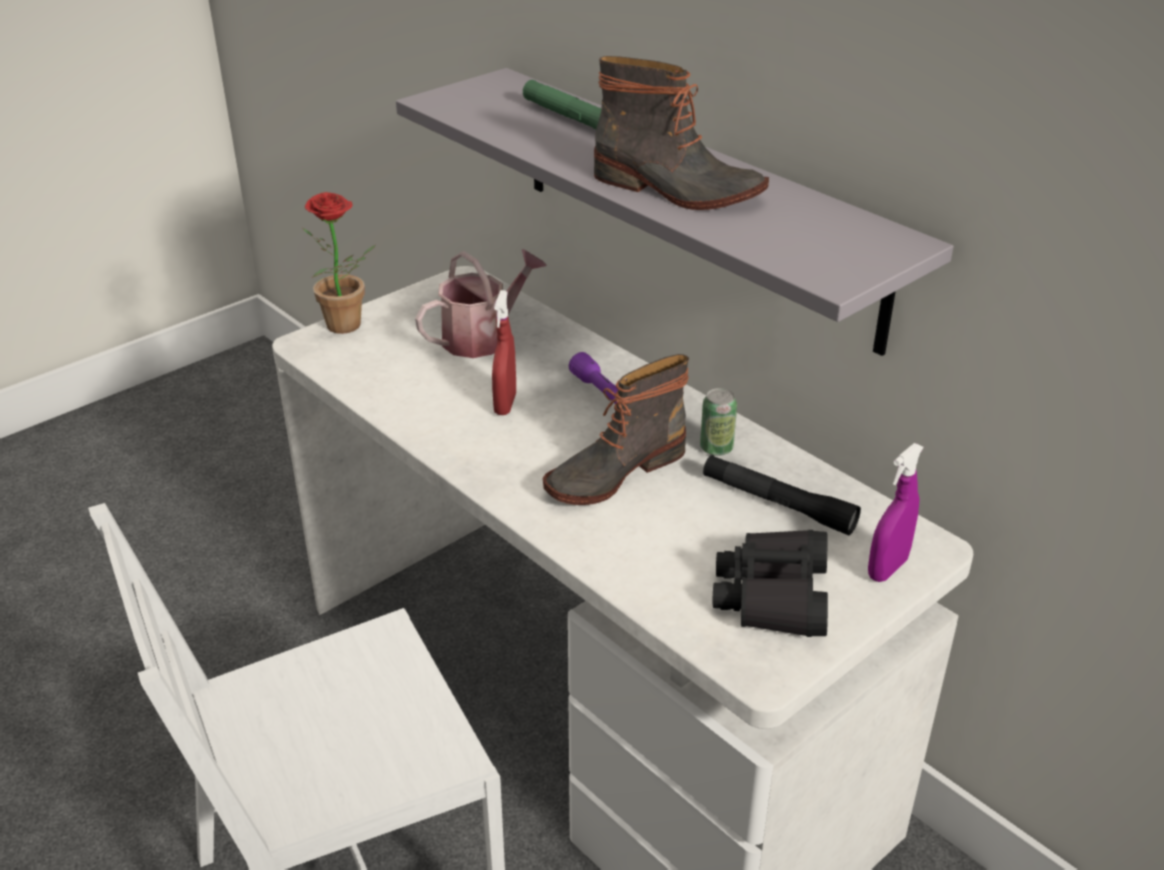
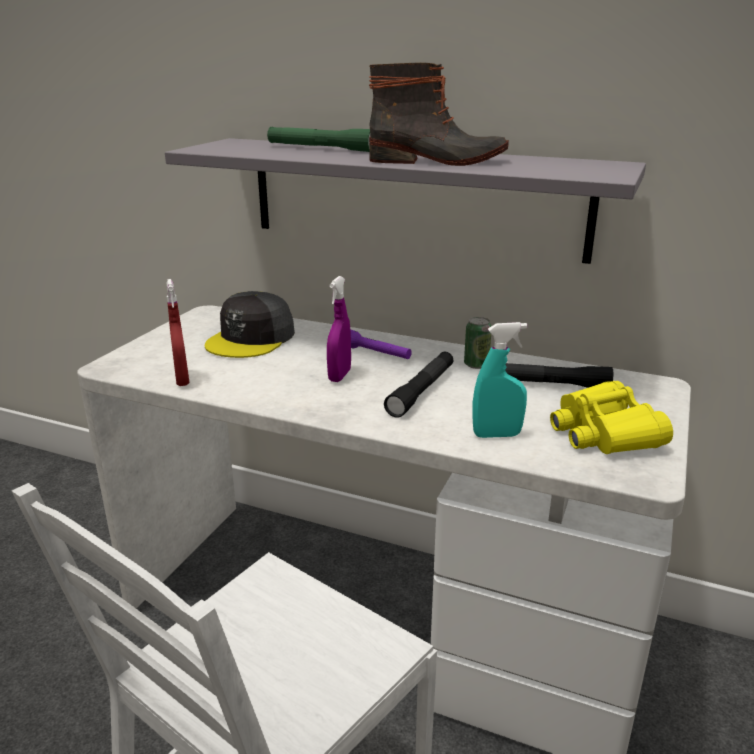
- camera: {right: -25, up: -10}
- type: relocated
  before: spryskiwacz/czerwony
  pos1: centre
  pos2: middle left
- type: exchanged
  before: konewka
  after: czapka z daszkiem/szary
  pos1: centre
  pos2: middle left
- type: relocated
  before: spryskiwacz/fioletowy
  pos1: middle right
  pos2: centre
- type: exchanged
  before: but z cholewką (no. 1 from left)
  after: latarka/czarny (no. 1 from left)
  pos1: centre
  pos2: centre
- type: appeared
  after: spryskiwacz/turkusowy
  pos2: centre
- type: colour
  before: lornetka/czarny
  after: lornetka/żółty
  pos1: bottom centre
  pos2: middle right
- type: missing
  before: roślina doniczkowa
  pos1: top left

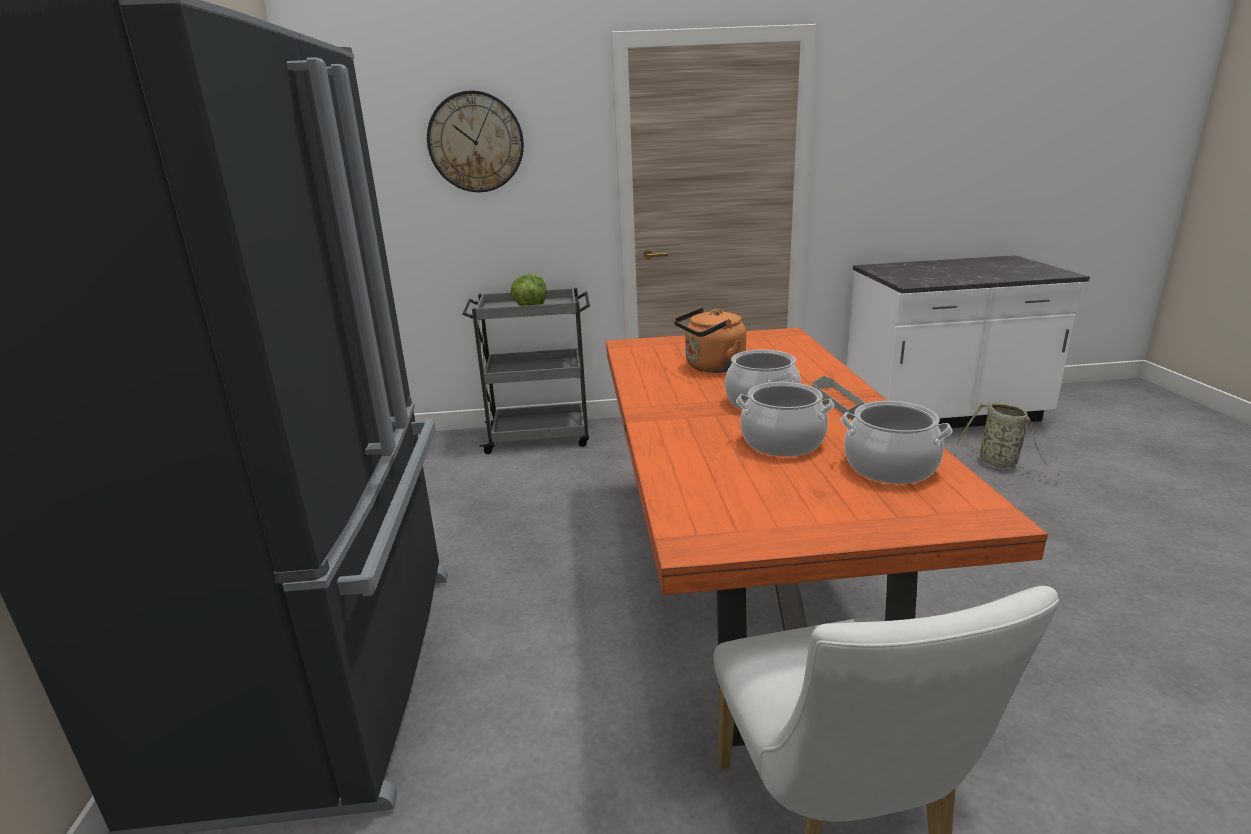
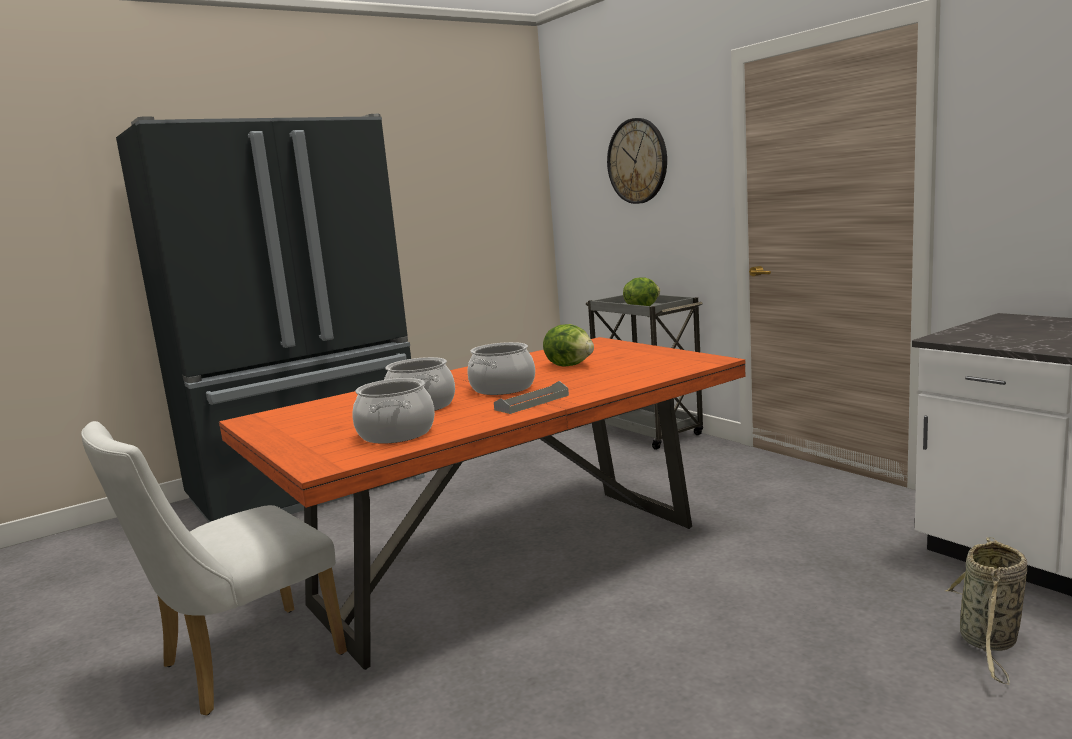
- camera: {right: 60, up: -10}
- type: exchanged
  before: czajnik/pomarańczowy
  after: sałata (no. 1 from left)
  pos1: centre
  pos2: centre

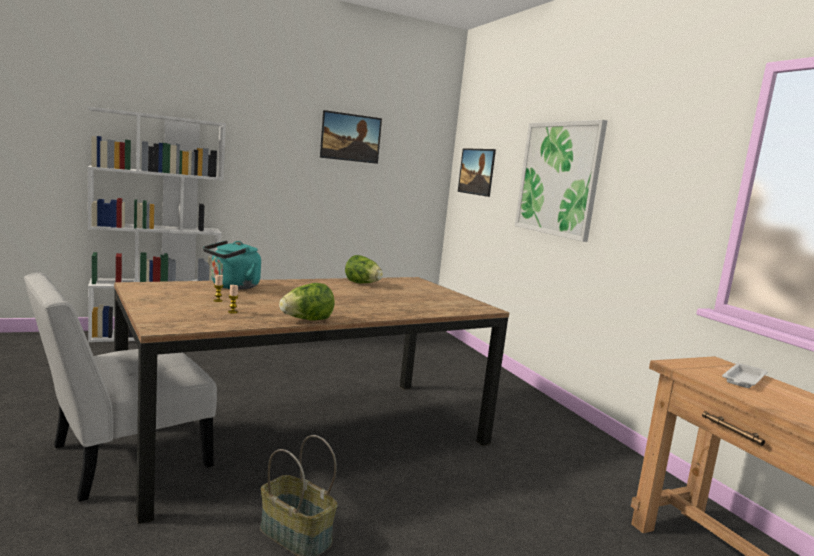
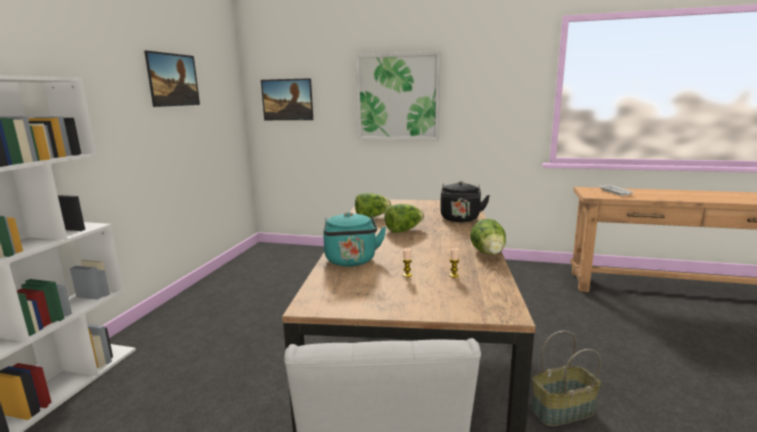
- camera: {right: -50, up: 5}
- type: appeared
  after: sałata (no. 2 from left)
  pos2: centre
- type: appeared
  after: czajnik/czarny
  pos2: centre

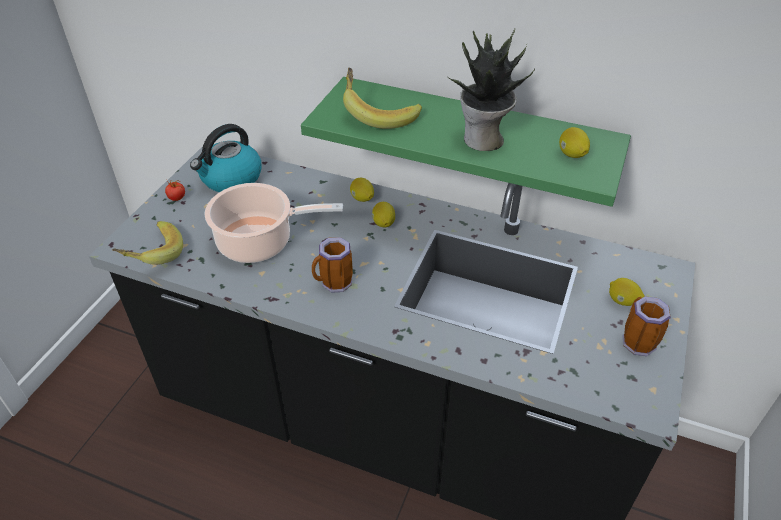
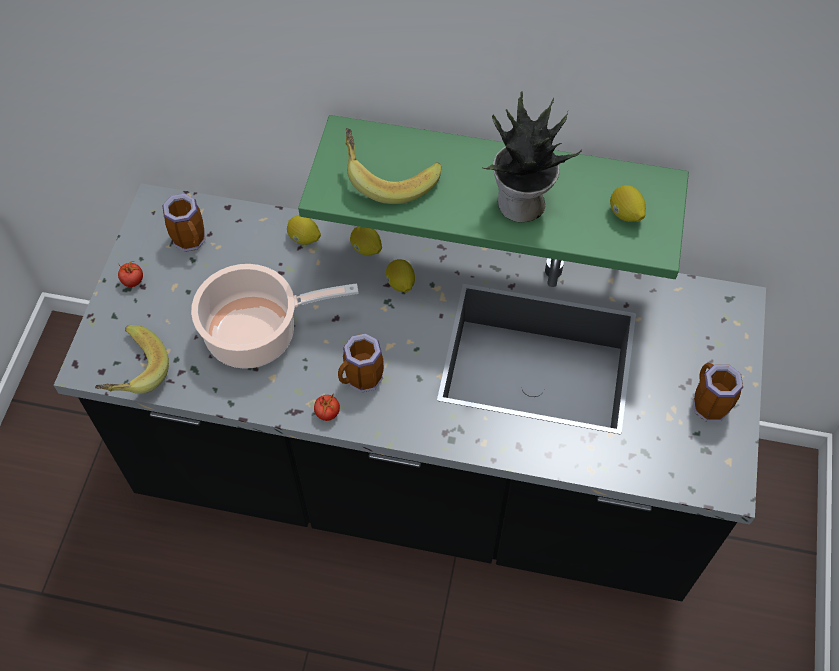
- camera: {right: -10, up: 15}
- type: exchanged
  before: czajnik
  after: kubek (no. 1 from left)
  pos1: top left
  pos2: top left
- type: relocated
  before: cytryna (no. 4 from left in the first image)
  after: cytryna (no. 1 from left)
  pos1: middle right
  pos2: centre
- type: appeared
  after: pomidor (no. 2 from left)
  pos2: centre

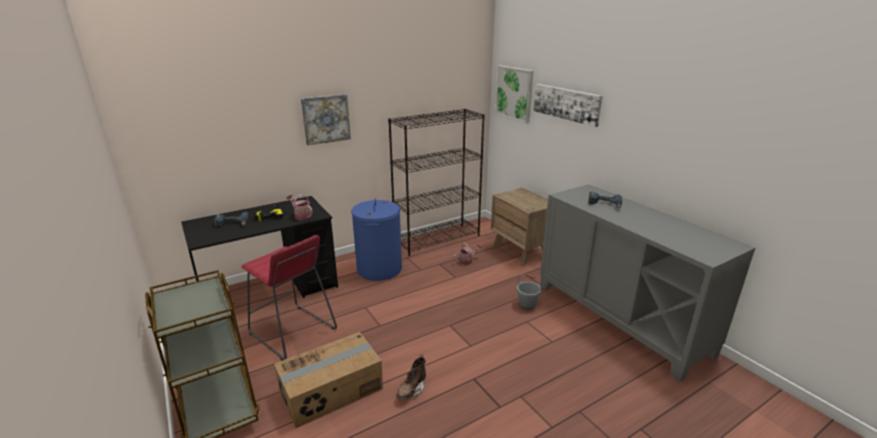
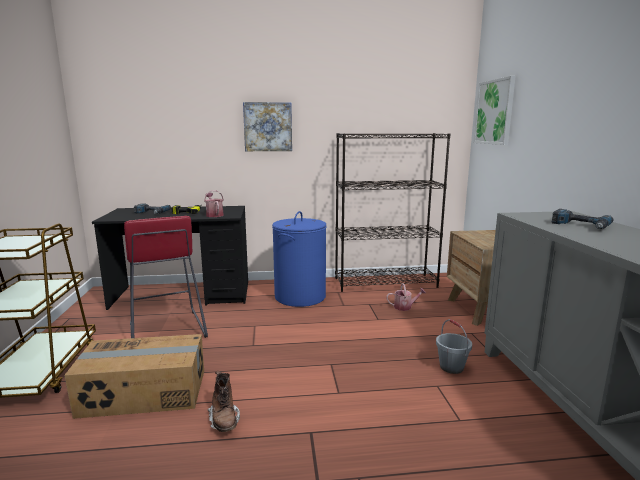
- camera: {right: 25, up: -10}
- type: spun
  before: but z cholewką/brązowy
  pos1: bottom centre
  pos2: bottom centre
  turn: -75
- type: missing
  before: obraz (no. 3 from left)
  pos1: top centre

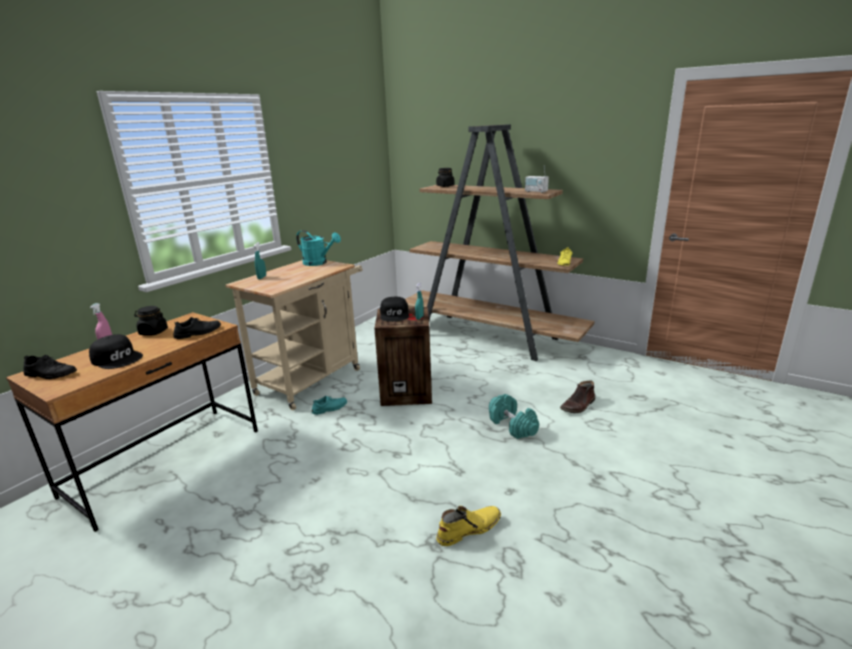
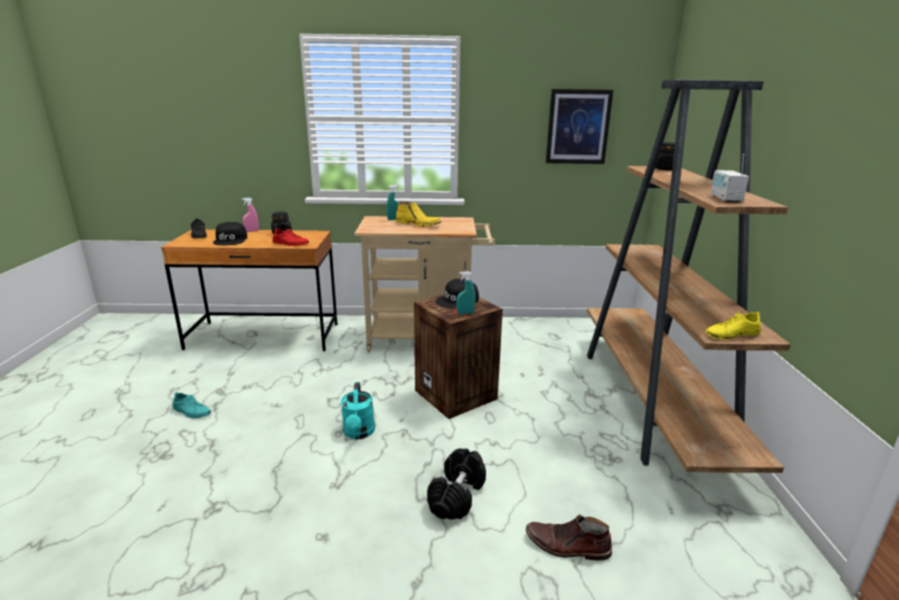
- camera: {right: 55, up: 0}
- type: relocated
  before: but/turkusowy
  pos1: centre
  pos2: bottom left
- type: colour
  before: but/czarny (no. 2 from left)
  after: but/czerwony
  pos1: middle left
  pos2: middle left
- type: relocated
  before: konewka/turkusowy
  pos1: centre
  pos2: bottom centre
- type: relocated
  before: but z cholewką/żółty
  pos1: bottom centre
  pos2: centre
- type: colour
  before: hantel/turkusowy
  after: hantel/czarny
  pos1: centre
  pos2: bottom centre
- type: appeared
  after: obraz
  pos2: top centre

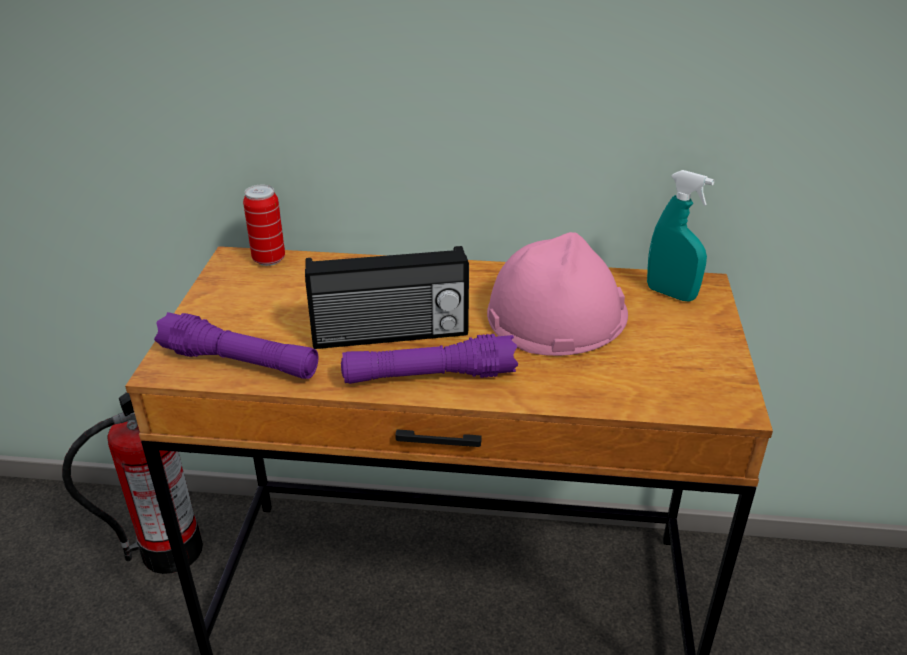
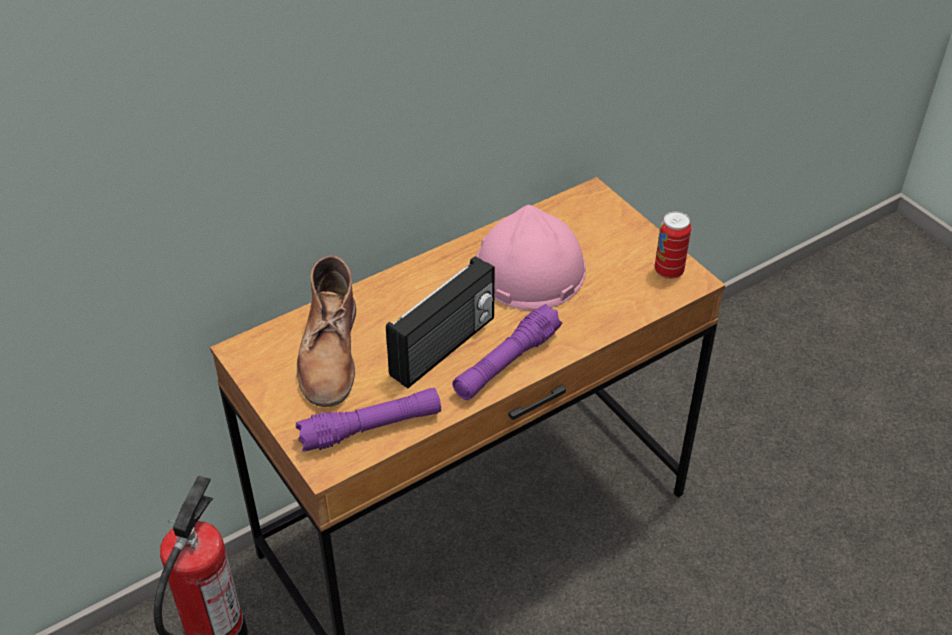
- camera: {right: -40, up: 10}
- type: appeared
  after: but z cholewką/brązowy
  pos2: centre
- type: relocated
  before: puszka
  pos1: middle left
  pos2: middle right
- type: missing
  before: spryskiwacz/turkusowy
  pos1: middle right

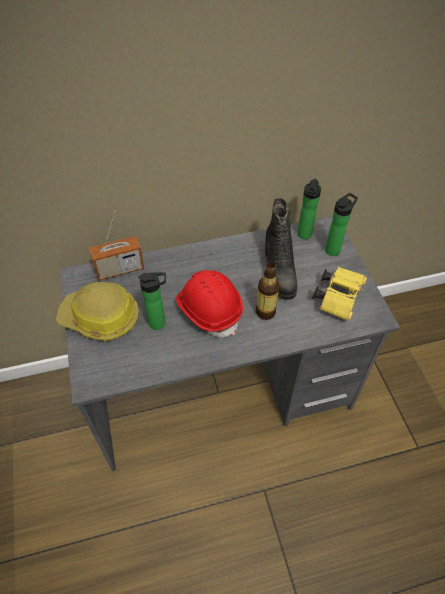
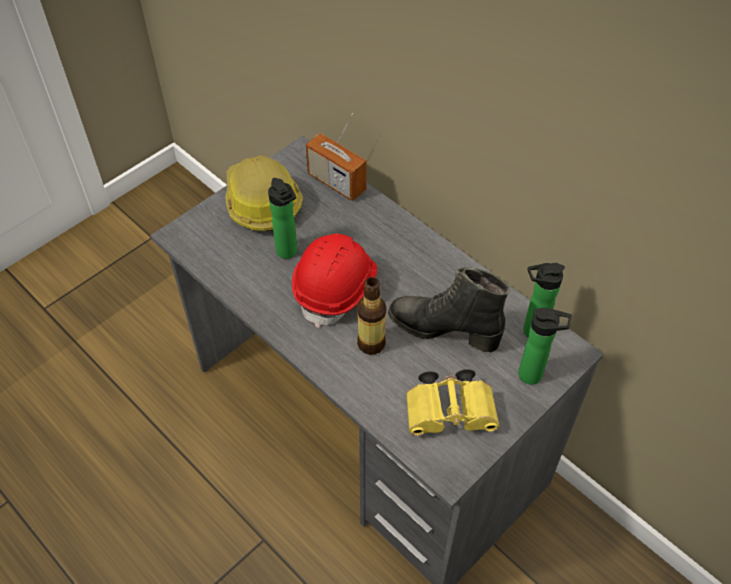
- camera: {right: 60, up: 0}
- type: spun
  before: but z cholewką/czarny
  pos1: centre
  pos2: centre
  turn: 60

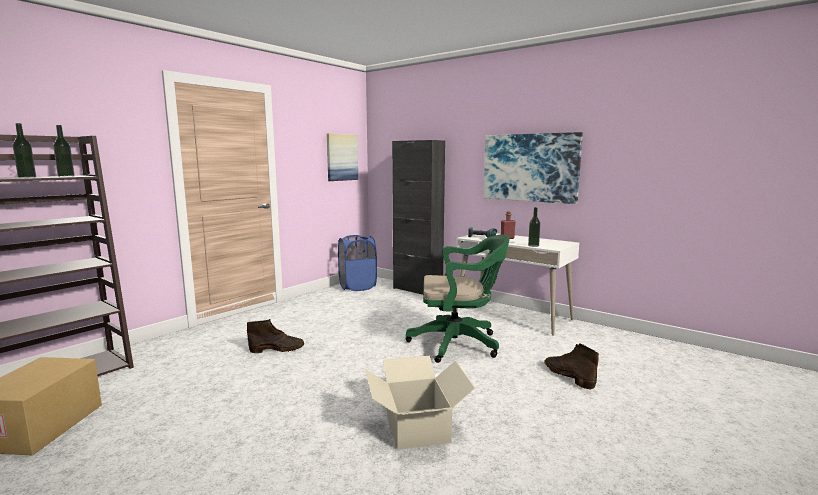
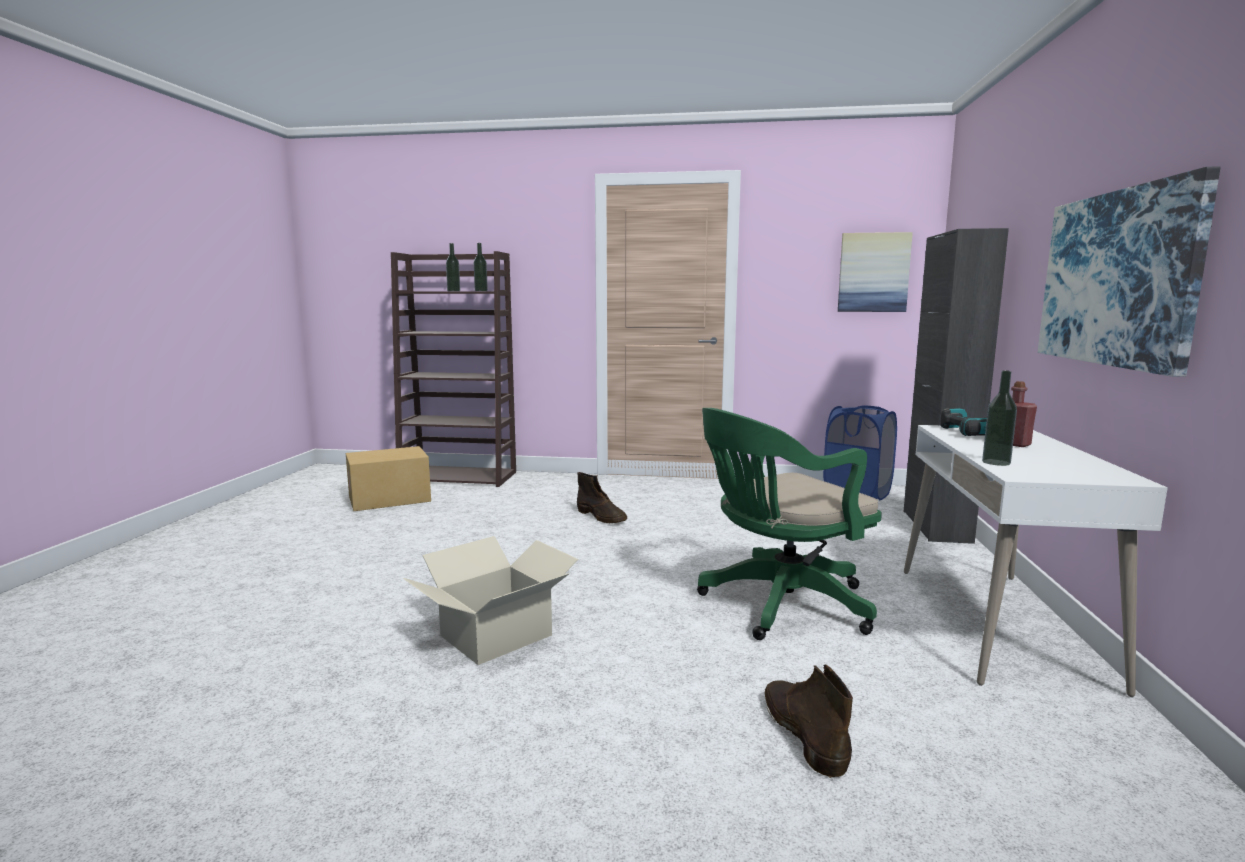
- camera: {right: 60, up: 0}
- type: spun
  before: krzesło biurowe/zielony
  pos1: centre
  pos2: centre
  turn: 90
- type: spun
  before: but z cholewką/brązowy (no. 2 from left)
  pos1: bottom right
  pos2: bottom centre
  turn: -45

